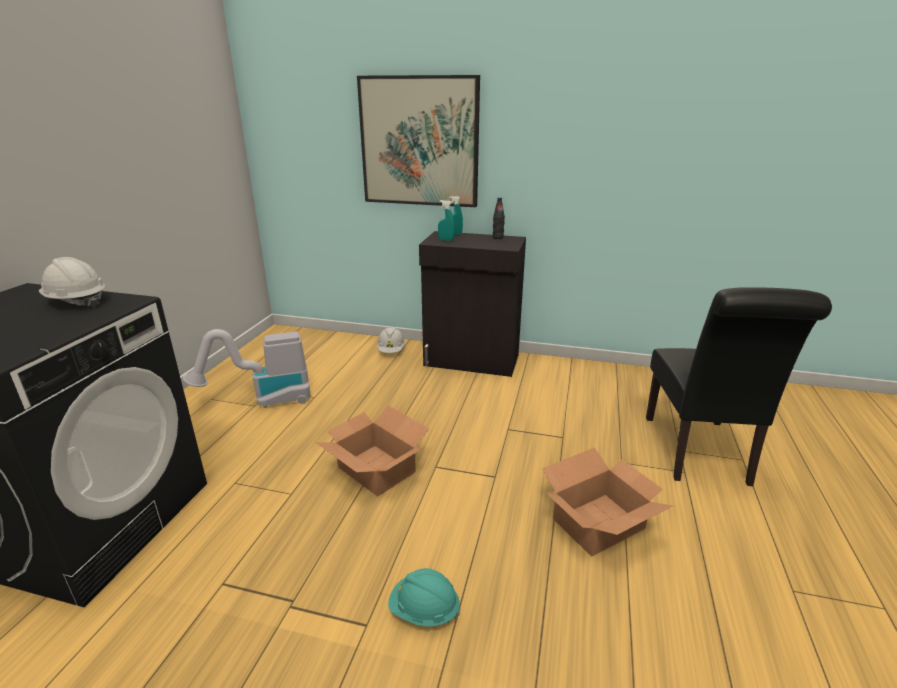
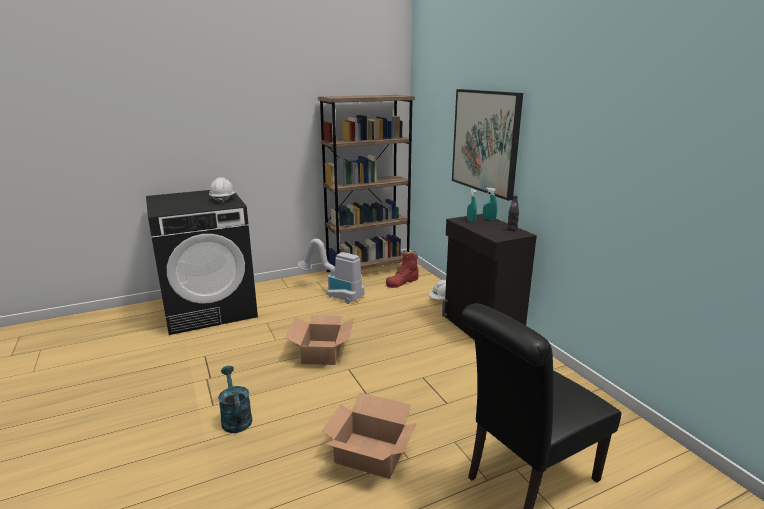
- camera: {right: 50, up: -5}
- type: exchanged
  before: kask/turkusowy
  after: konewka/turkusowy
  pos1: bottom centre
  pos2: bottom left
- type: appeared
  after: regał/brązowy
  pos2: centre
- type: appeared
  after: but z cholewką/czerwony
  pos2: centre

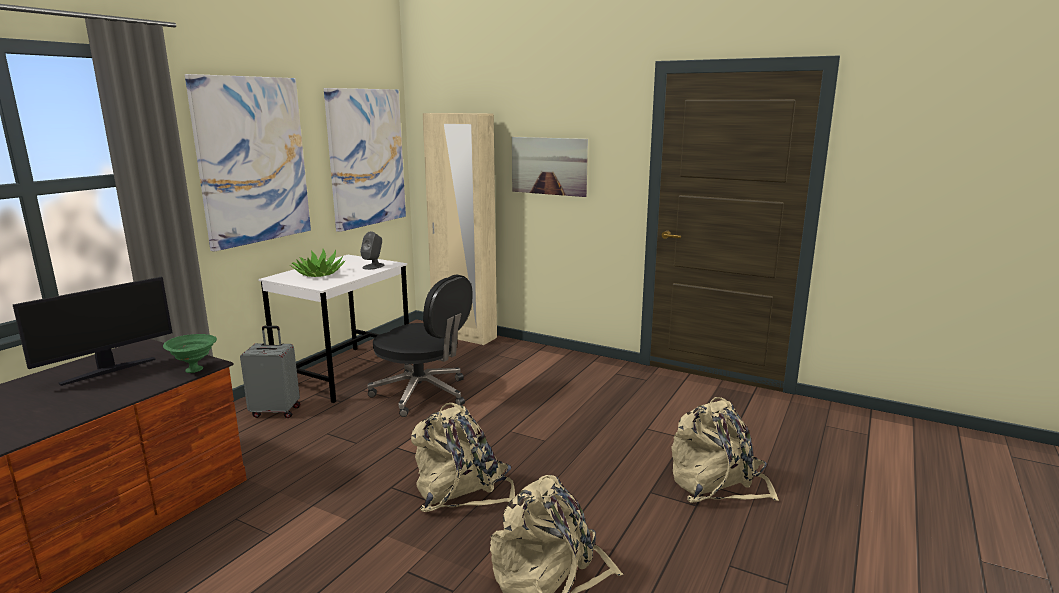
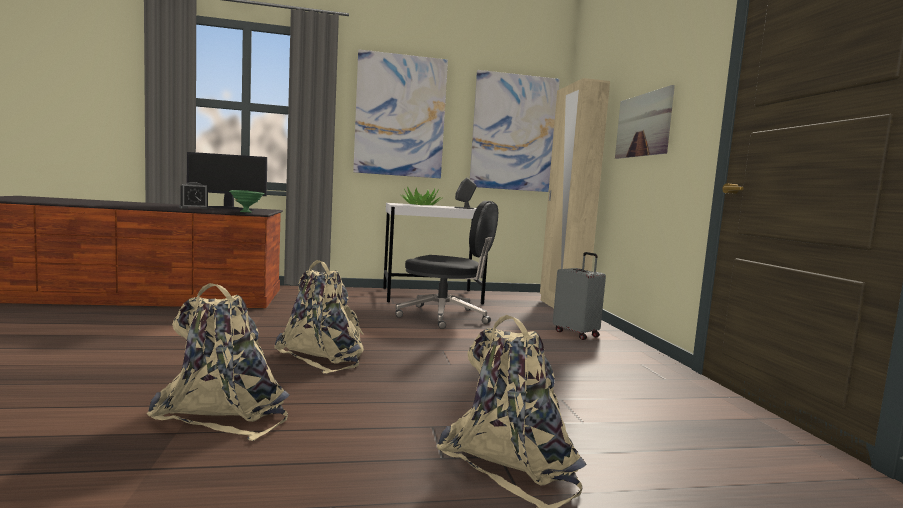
- camera: {right: 50, up: -10}
- type: appeared
  after: budzik
  pos2: middle left
- type: spun
  before: krzesło biurowe/czarny
  pos1: centre
  pos2: centre
  turn: -60
- type: relocated
  before: walizka/szary
  pos1: middle left
  pos2: centre

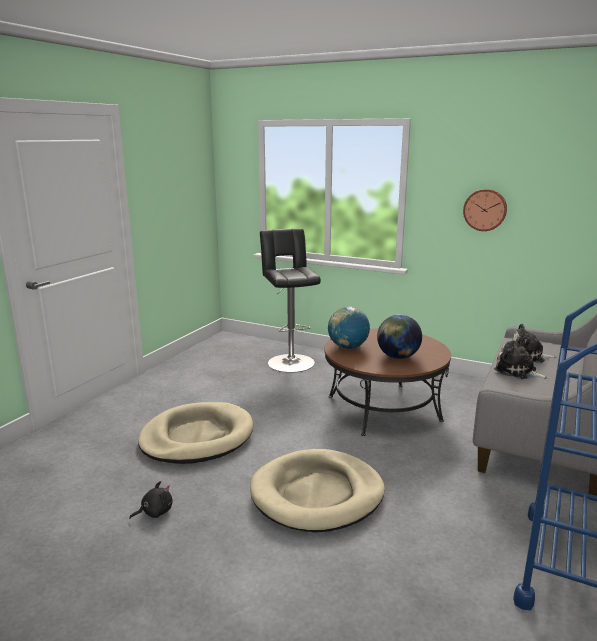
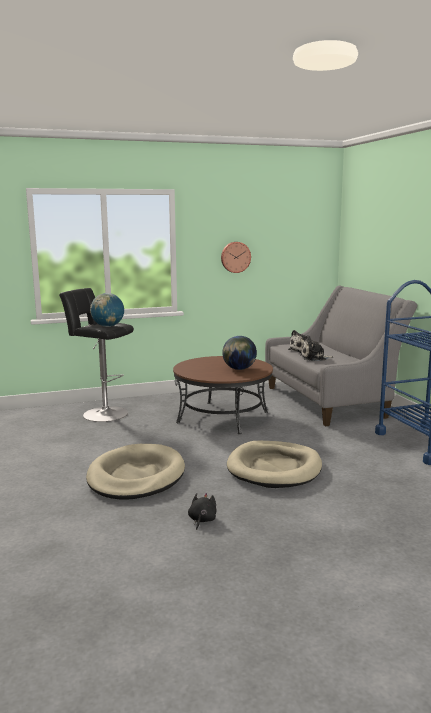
- camera: {right: -45, up: -5}
- type: relocated
  before: globus (no. 1 from left)
  pos1: centre
  pos2: middle left

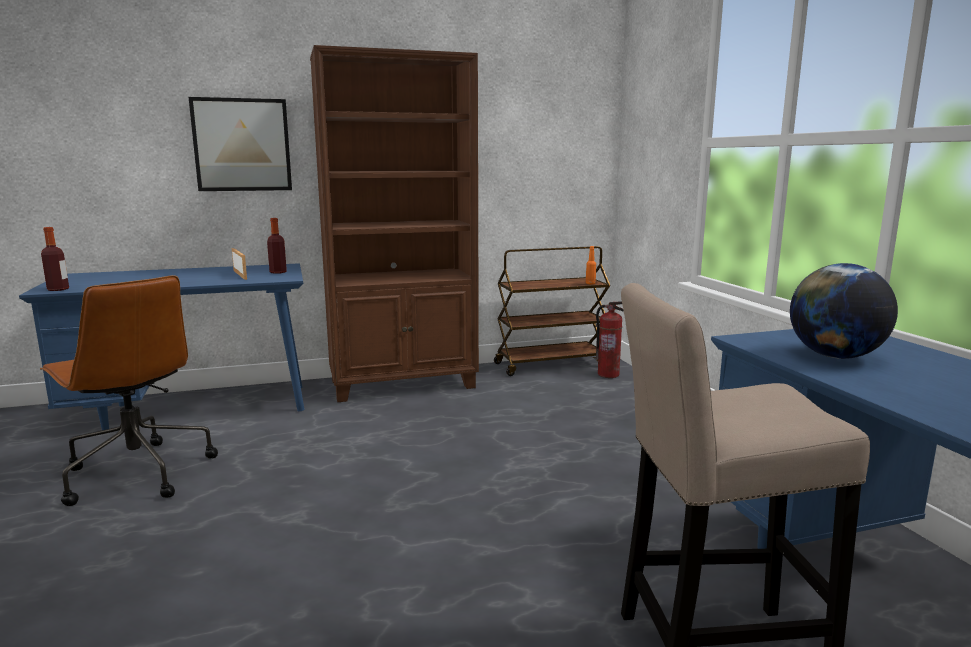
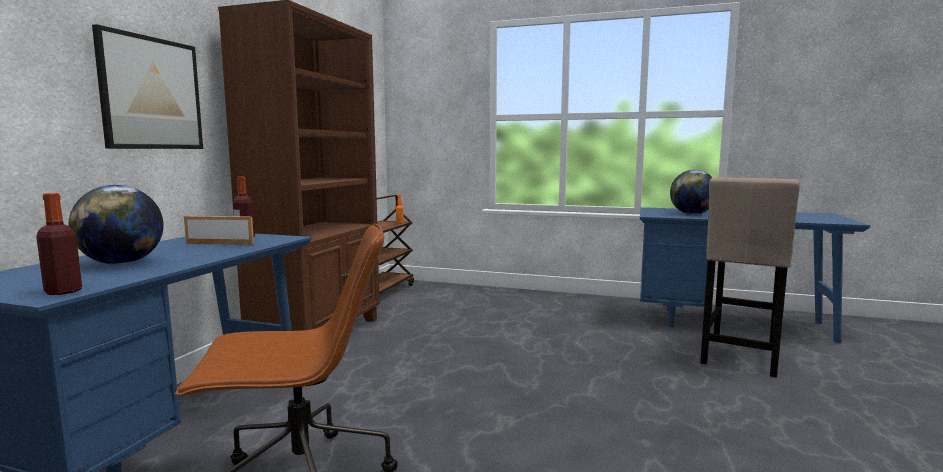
- camera: {right: -55, up: -5}
- type: appeared
  after: globus (no. 1 from left)
  pos2: middle left
- type: missing
  before: gaśnica
  pos1: centre

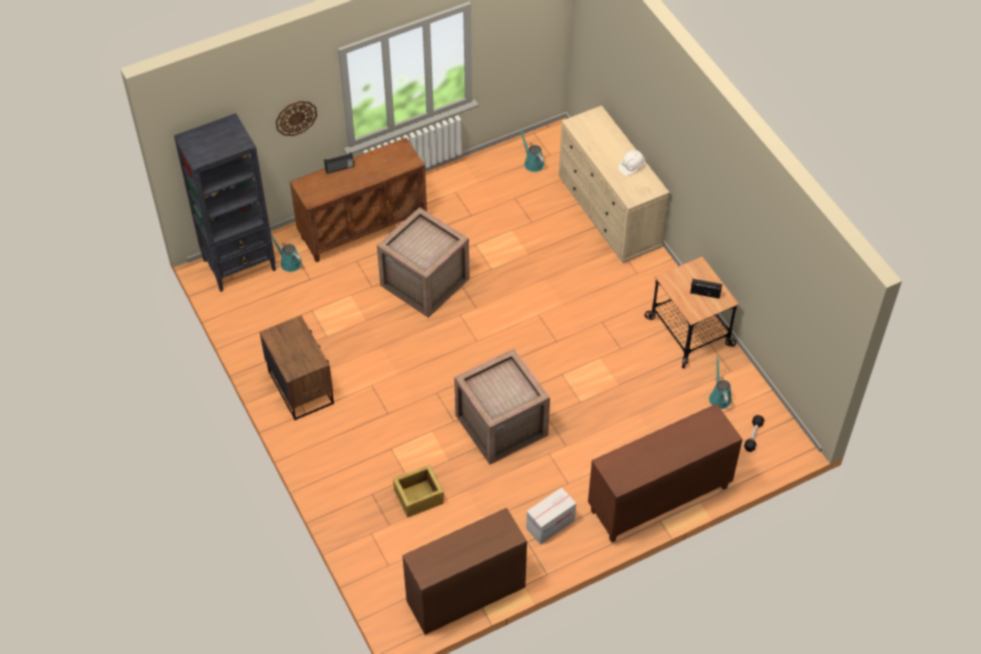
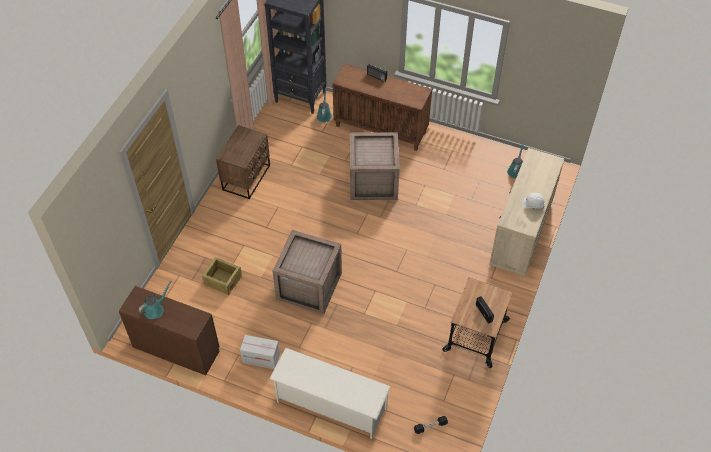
- camera: {right: 50, up: 0}
- type: relocated
  before: konewka/turkusowy (no. 3 from left in the first image)
  after: konewka/turkusowy (no. 1 from left)
  pos1: middle right
  pos2: middle left
- type: exchanged
  before: szafka/brązowy (no. 2 from left)
  after: regał na buty/biały
  pos1: bottom right
  pos2: bottom centre
- type: missing
  before: zegar ścienny
  pos1: top left

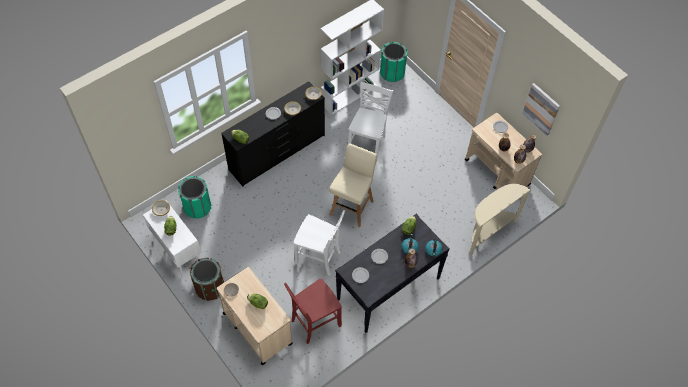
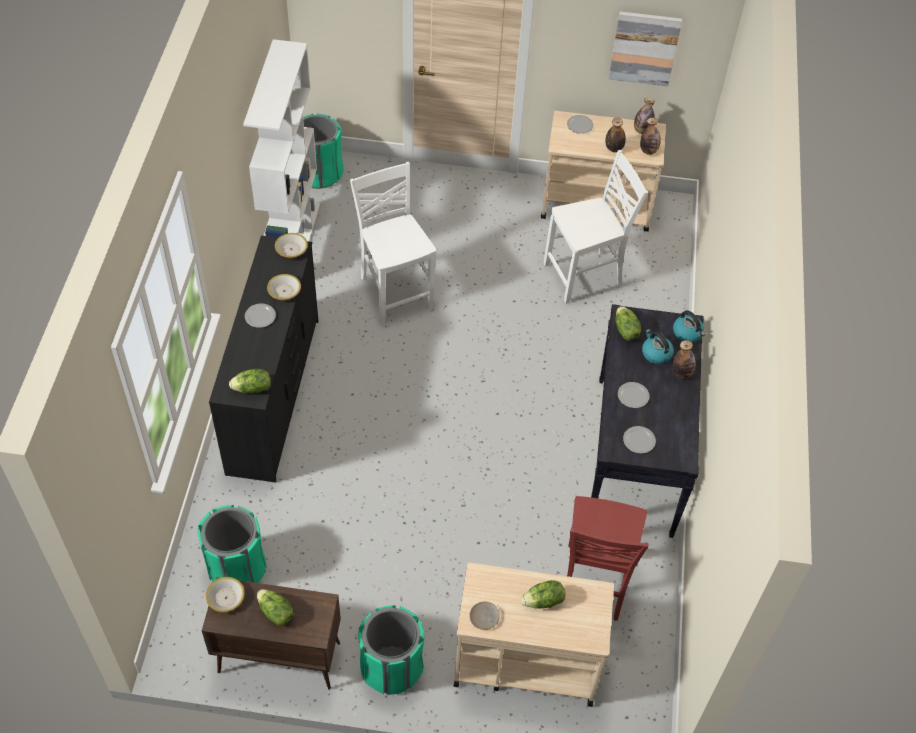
- camera: {right: -45, up: -5}
- type: colour
  before: szafka/biały
  after: szafka/brązowy
  pos1: middle left
  pos2: bottom left
- type: colour
  before: kosz na śmieci/brązowy
  after: kosz na śmieci/zielony (no. 3 from left)
  pos1: bottom left
  pos2: bottom centre
- type: relocated
  before: krzesło/biały (no. 1 from left in the first image)
  after: krzesło/biały (no. 2 from left)
  pos1: centre
  pos2: top centre
- type: missing
  before: stołek/beżowy
  pos1: centre
- type: missing
  before: stolik konsolowy/beżowy
  pos1: middle right

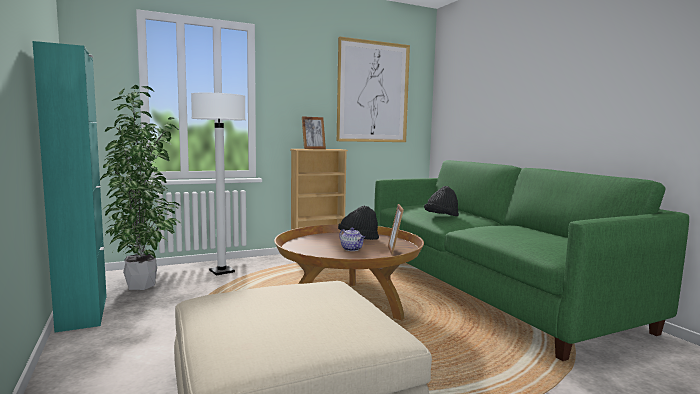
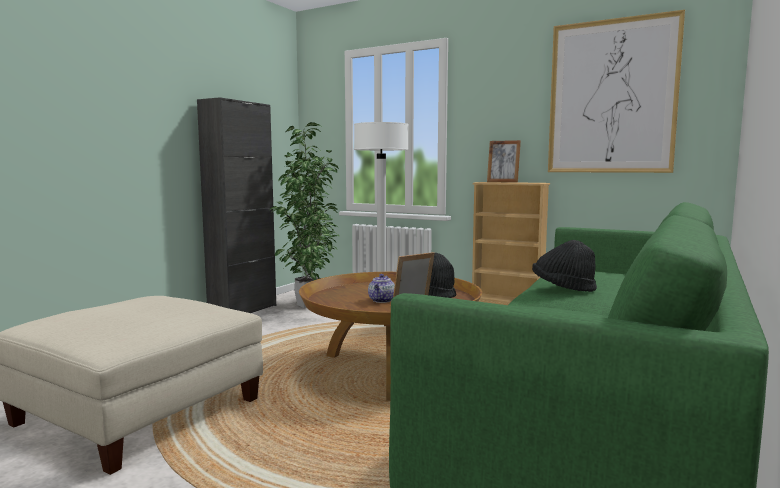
- camera: {right: 55, up: 0}
- type: colour
  before: szafka/turkusowy
  after: szafka/czarny
  pos1: middle left
  pos2: middle left

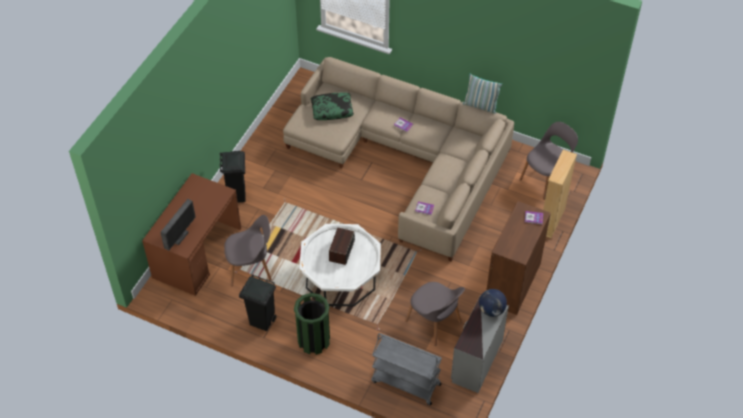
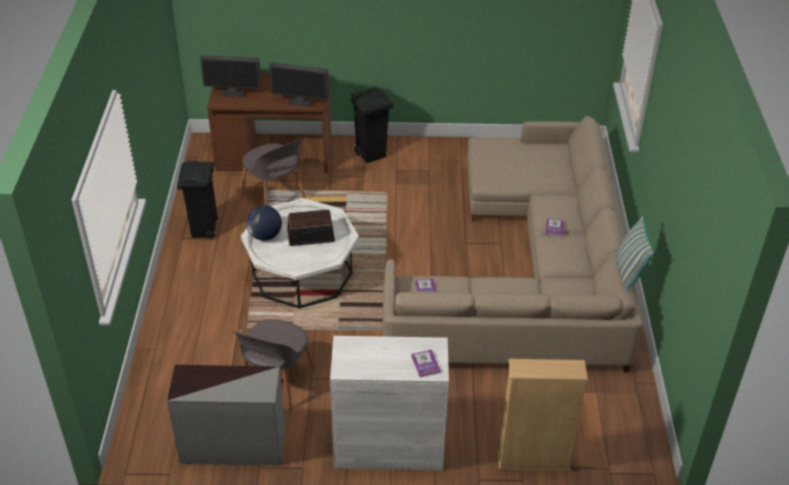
- camera: {right: 65, up: -10}
- type: relocated
  before: globus
  pos1: bottom centre
  pos2: centre
- type: appeared
  after: monitor (no. 2 from left)
  pos2: top centre
- type: colour
  before: szafka/brązowy
  after: szafka/biały
  pos1: middle right
  pos2: bottom centre
- type: missing
  before: kosz na śmieci/zielony
  pos1: bottom centre
- type: missing
  before: poduszka (no. 1 from left)
  pos1: top centre
- type: missing
  before: wózek/szary
  pos1: bottom centre
- type: missing
  before: krzesło/szary (no. 3 from left)
  pos1: middle right

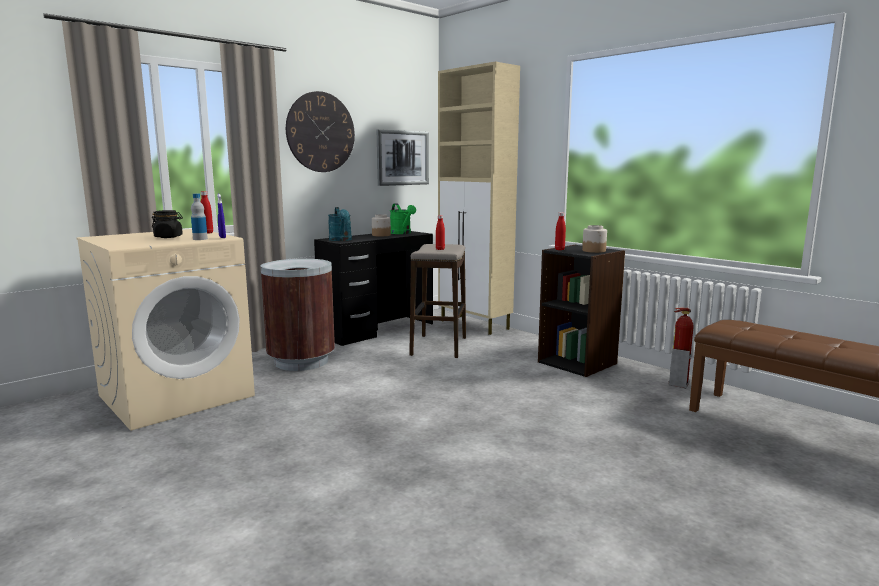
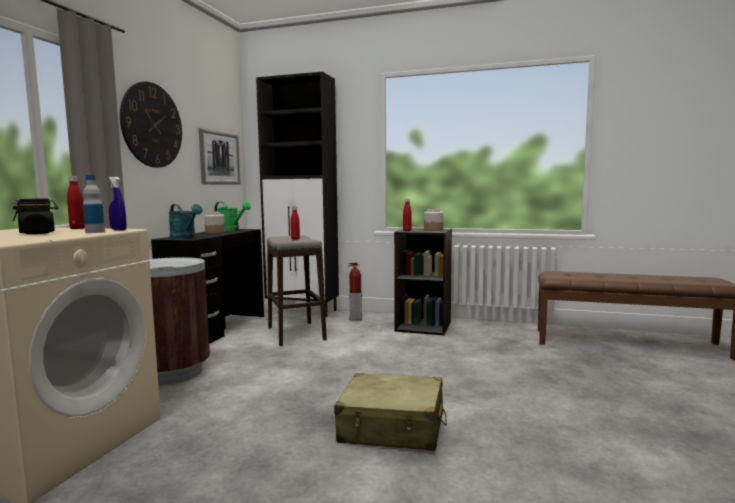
- camera: {right: -30, up: -5}
- type: colour
  before: szafka/beżowy
  after: szafka/czarny
  pos1: centre
  pos2: centre
- type: appeared
  after: walizka/beżowy
  pos2: bottom centre
- type: relocated
  before: gaśnica
  pos1: middle right
  pos2: centre

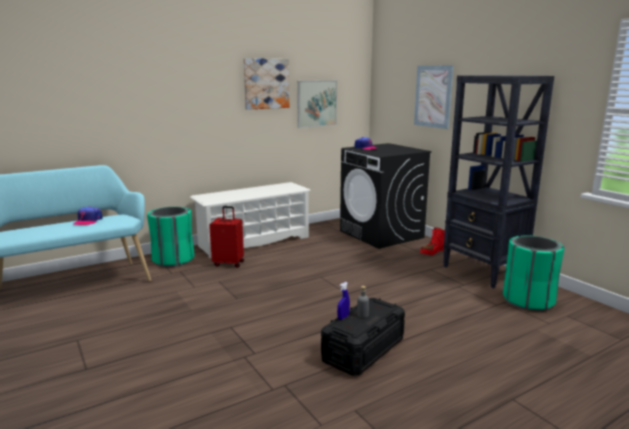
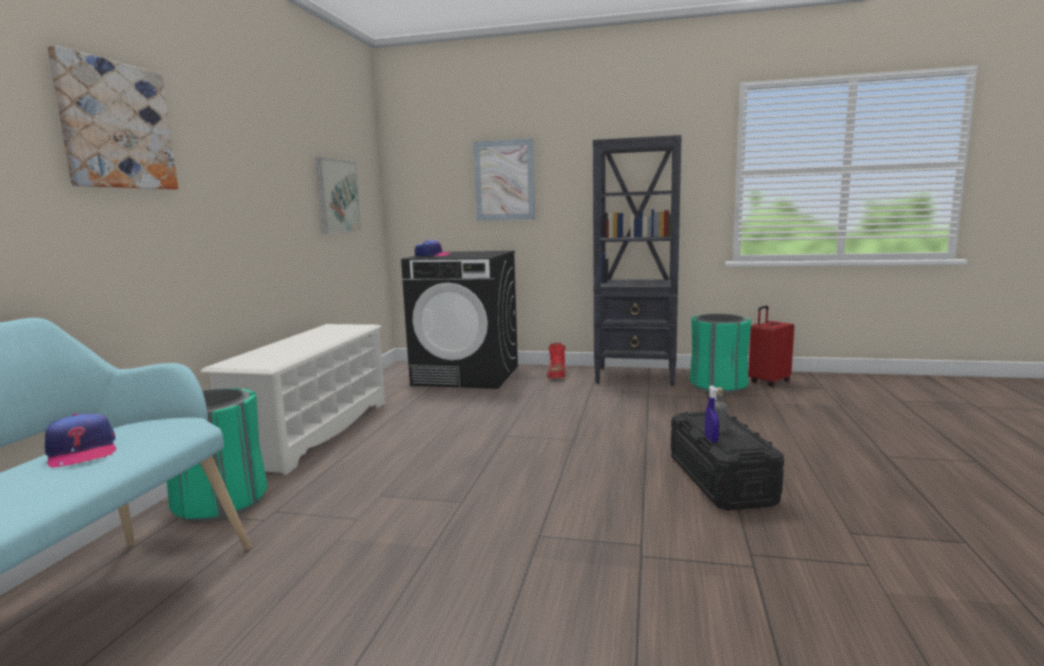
- camera: {right: -45, up: -5}
- type: relocated
  before: obraz (no. 1 from left)
  pos1: top centre
  pos2: top left
- type: relocated
  before: walizka/czerwony
  pos1: centre
  pos2: middle right

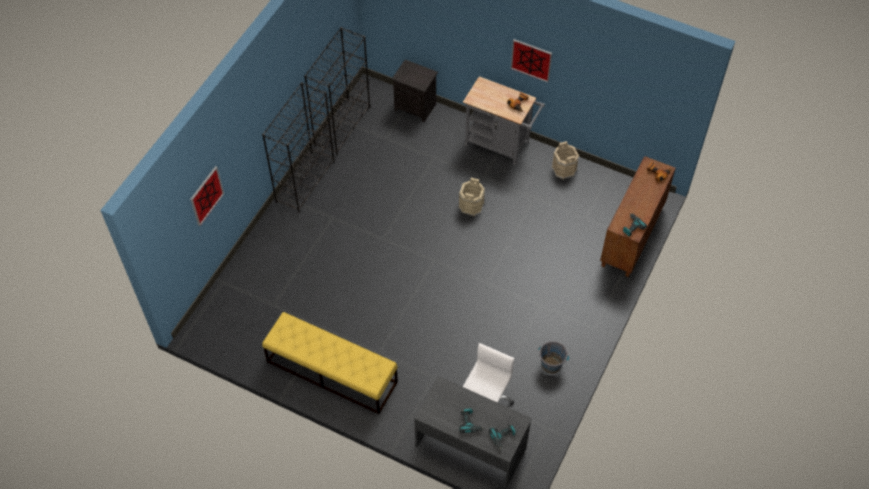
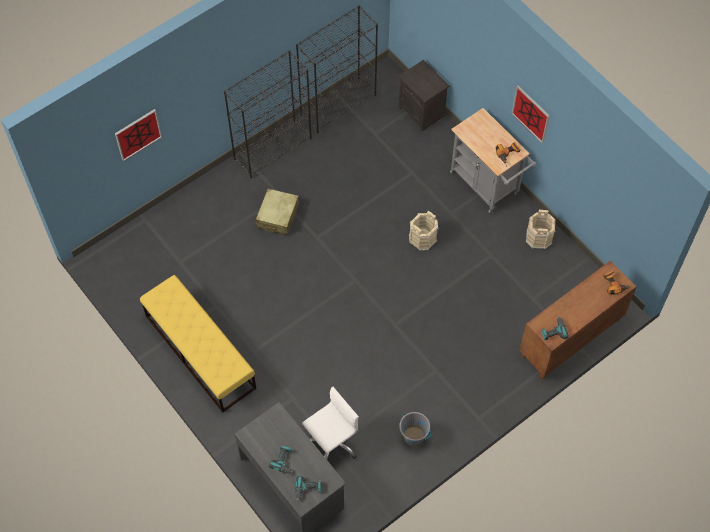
- camera: {right: 25, up: 5}
- type: appeared
  after: walizka/beżowy
  pos2: centre

